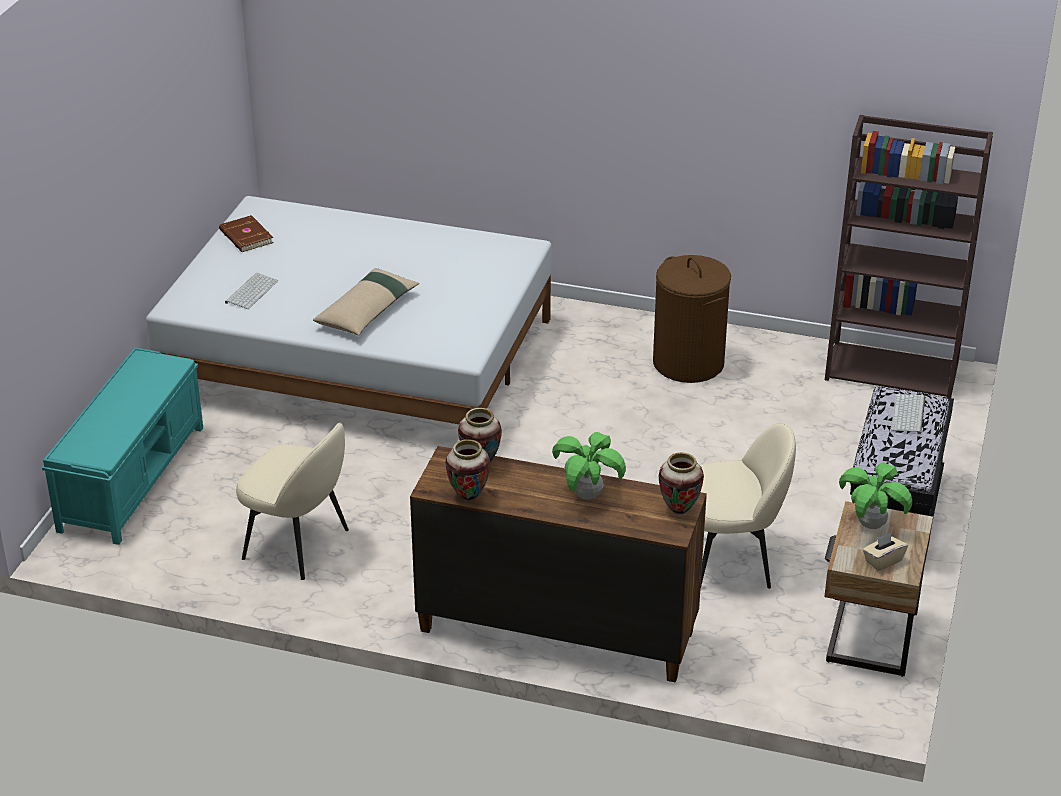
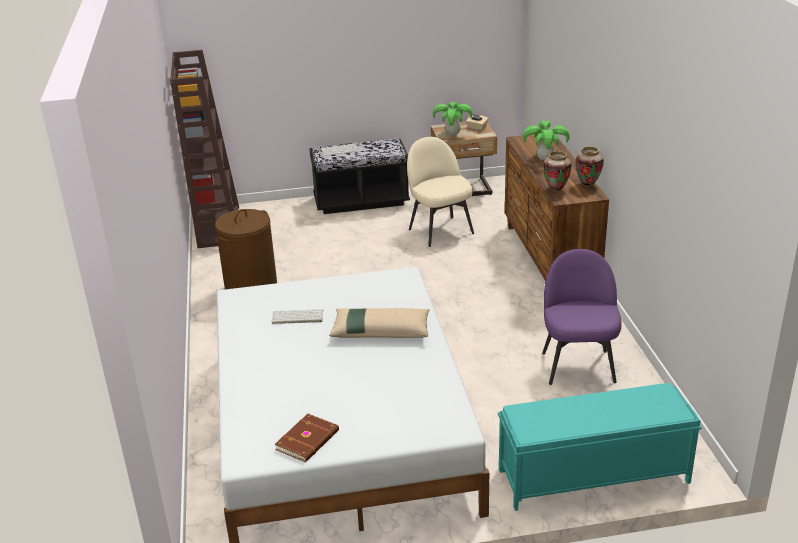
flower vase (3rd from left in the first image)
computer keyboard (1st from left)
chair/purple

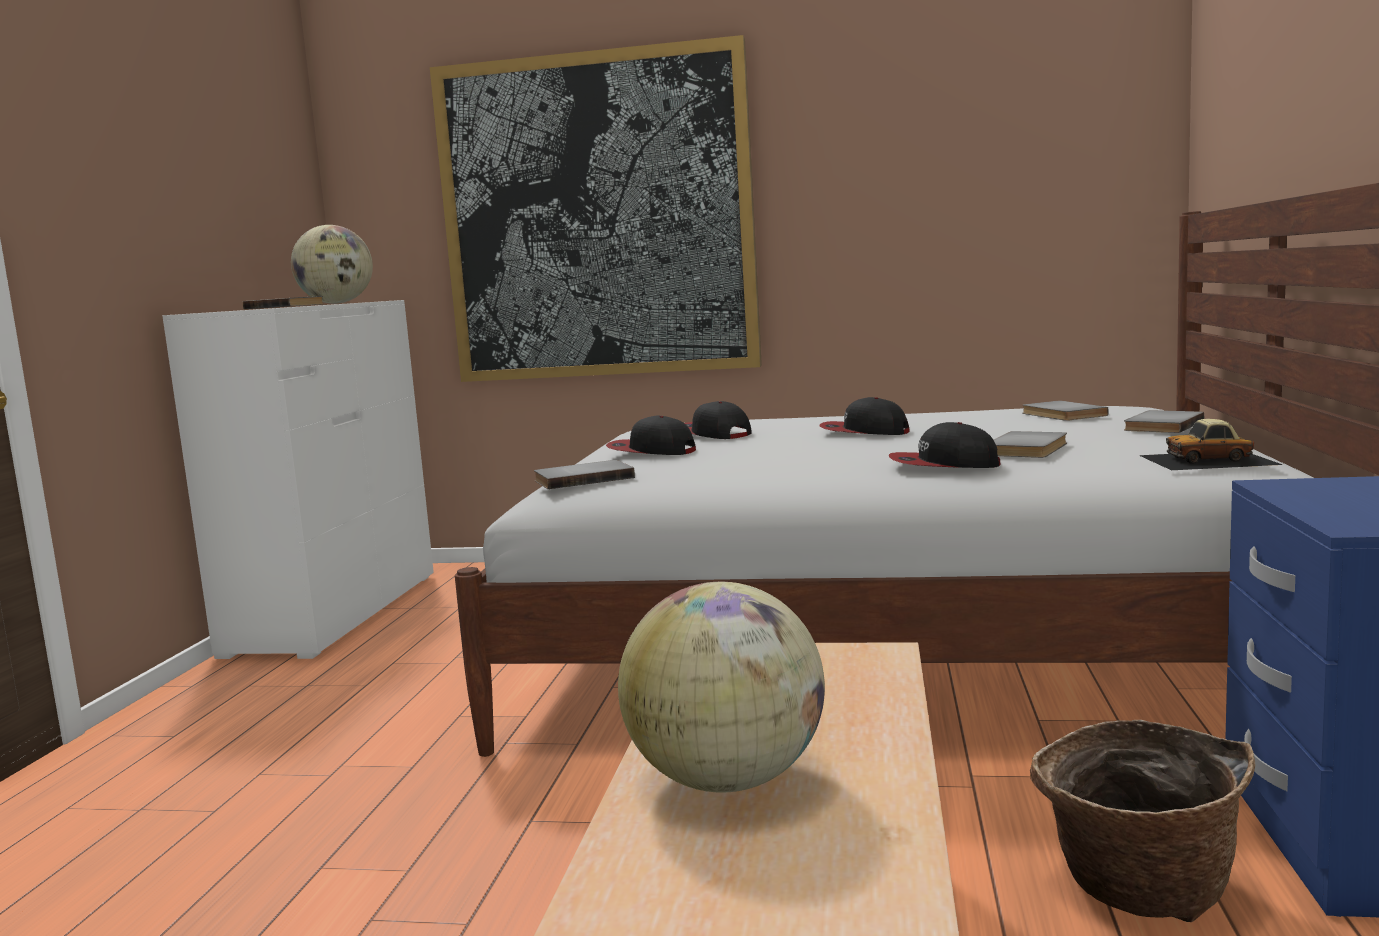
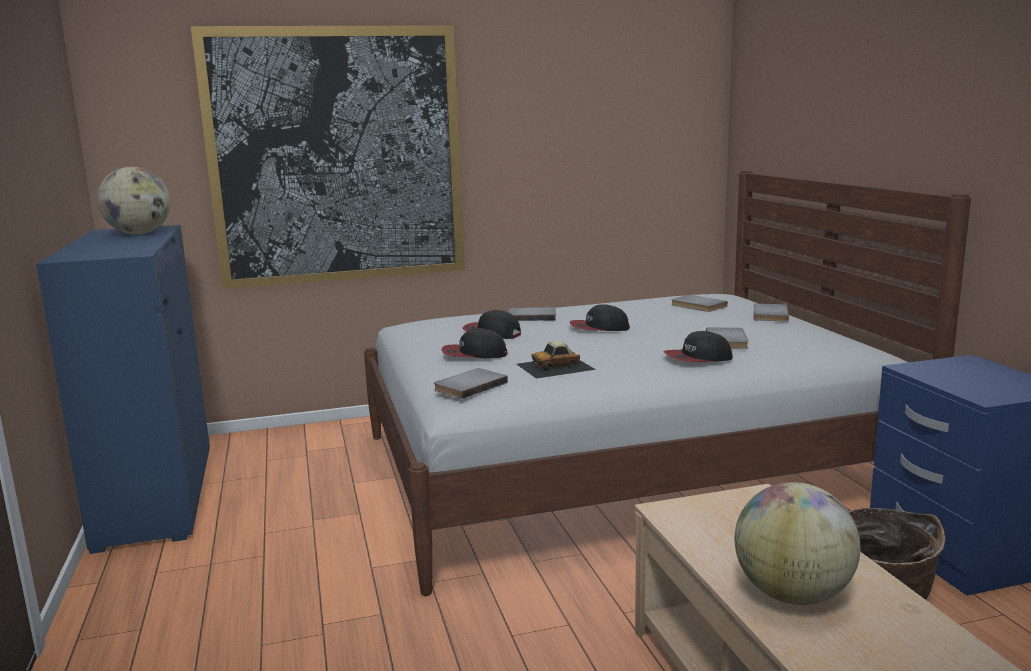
volume/gray (2nd from left)
miniature car
dresser/bluish

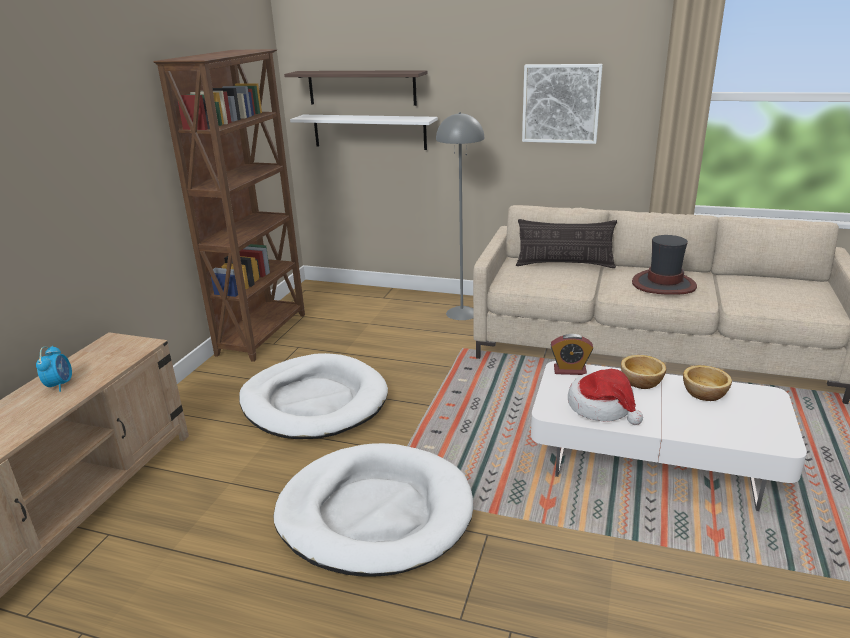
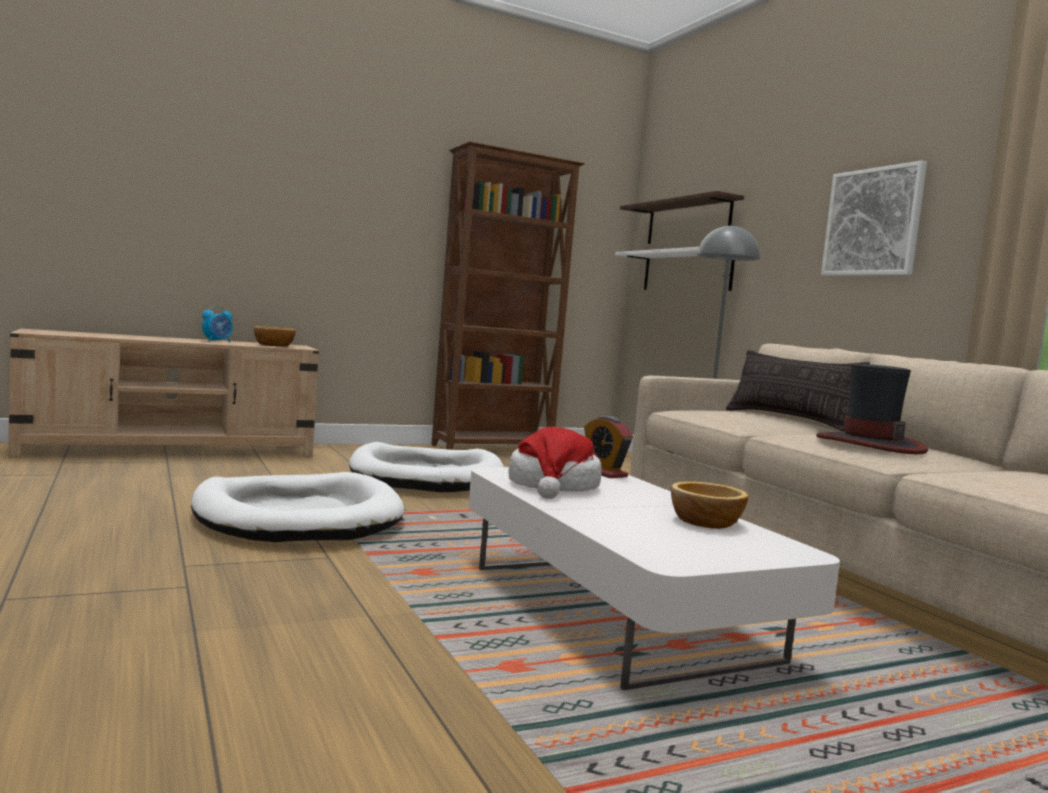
serving bowl (1st from left)

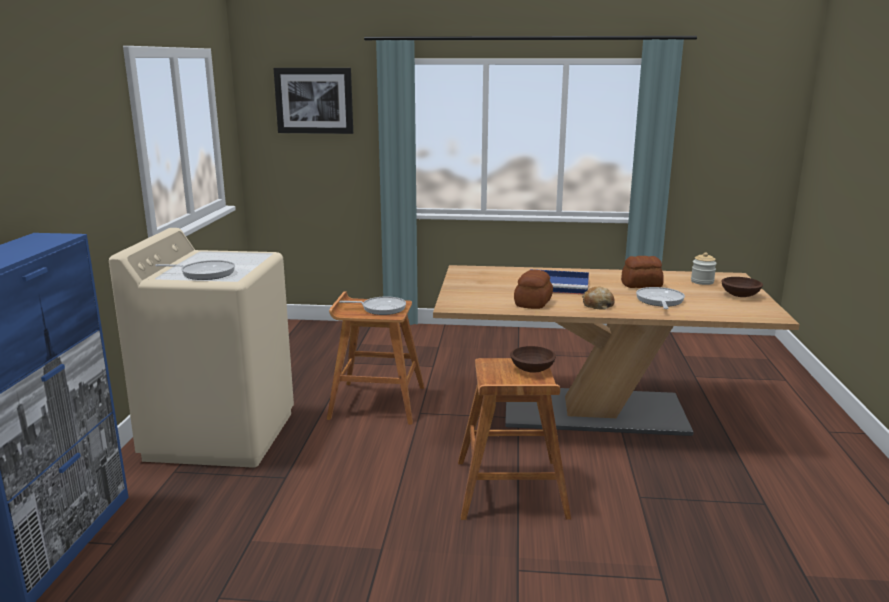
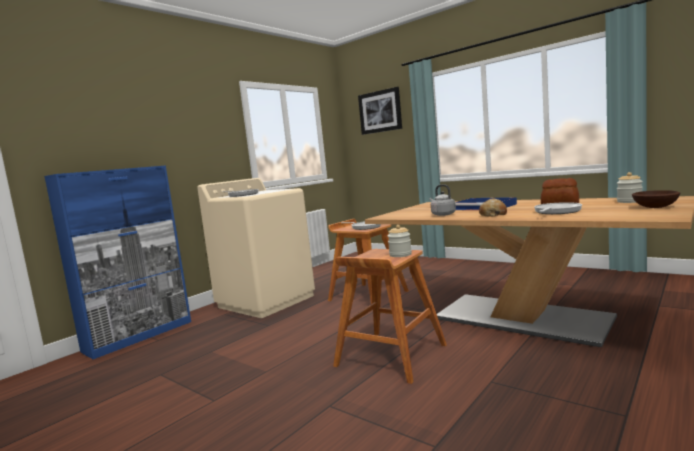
storage jar (1st from left)
kettle/gray

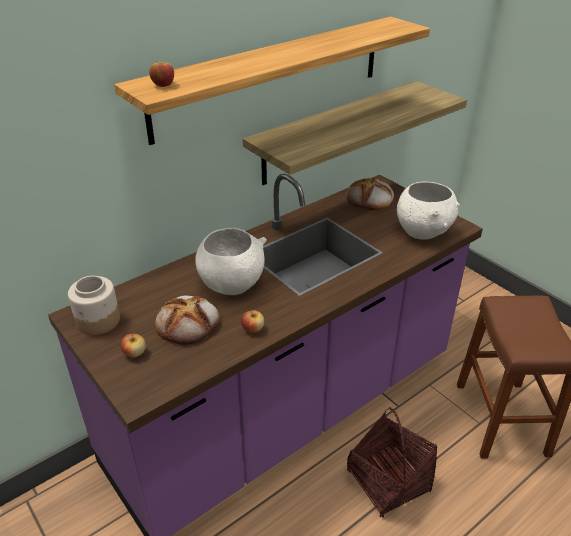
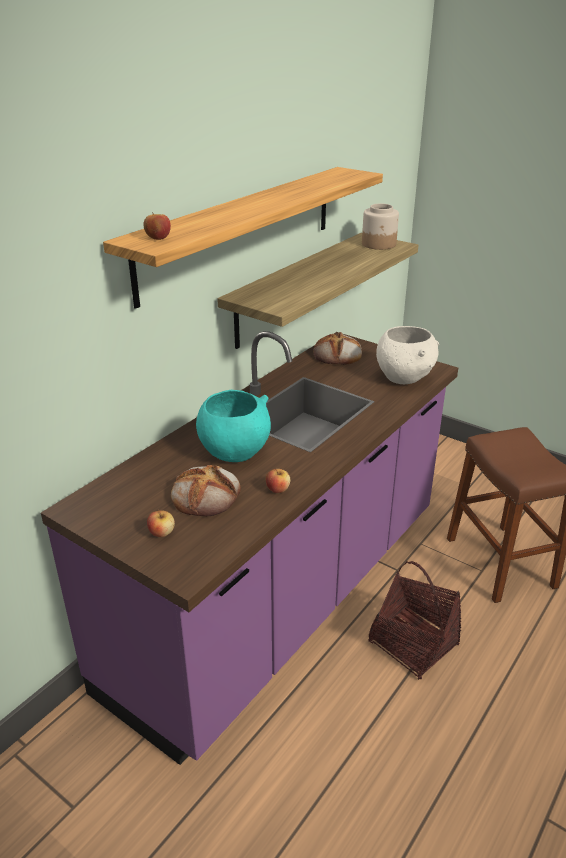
storage jar
serving bowl/turquoise

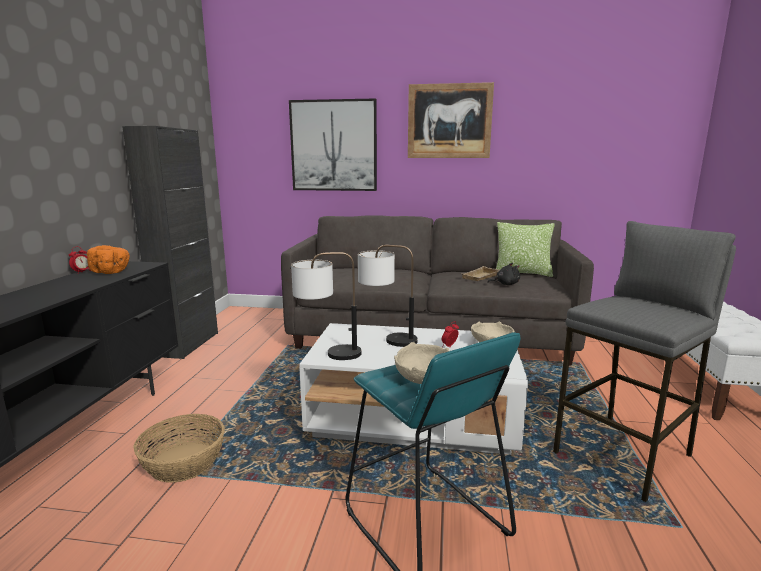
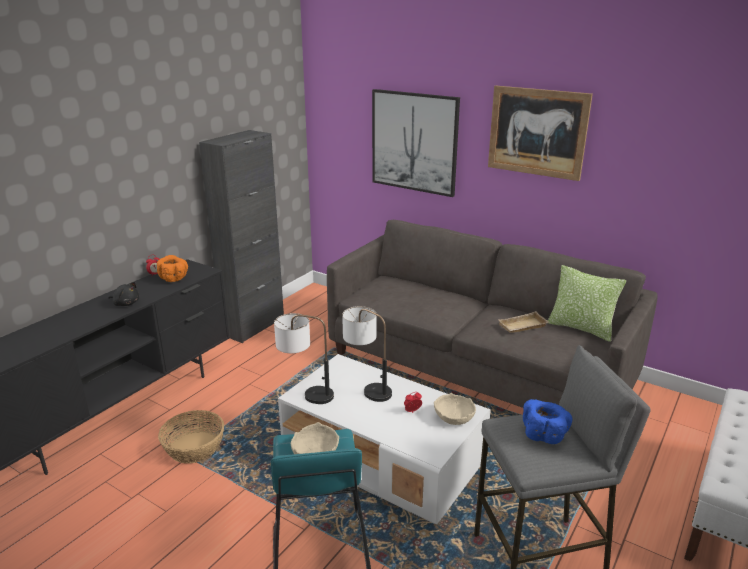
serving bowl/bluish
soft toy/black

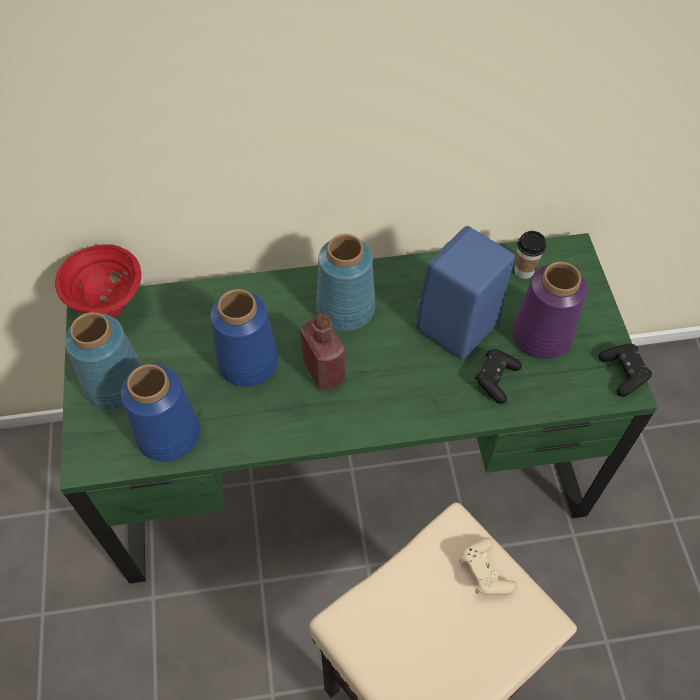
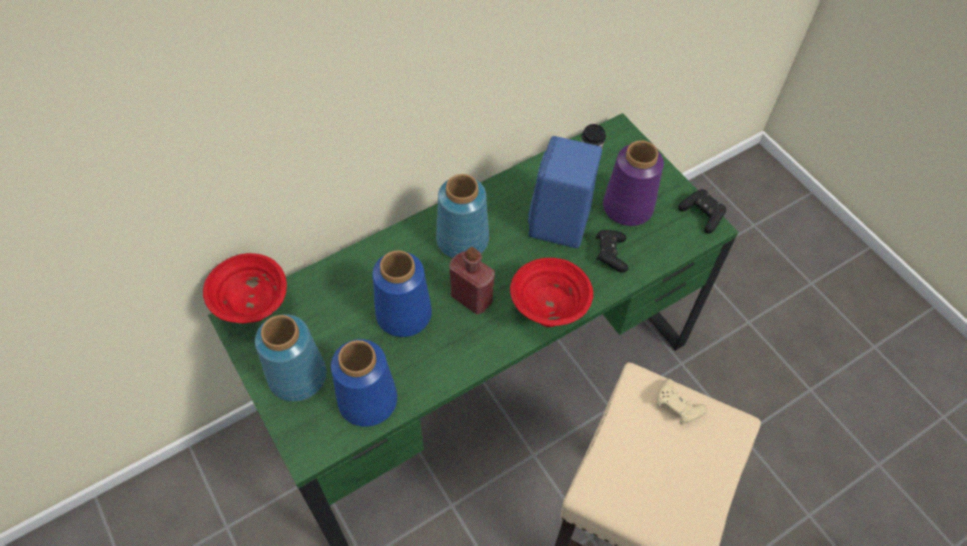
serving bowl/red-coloured (2nd from left)

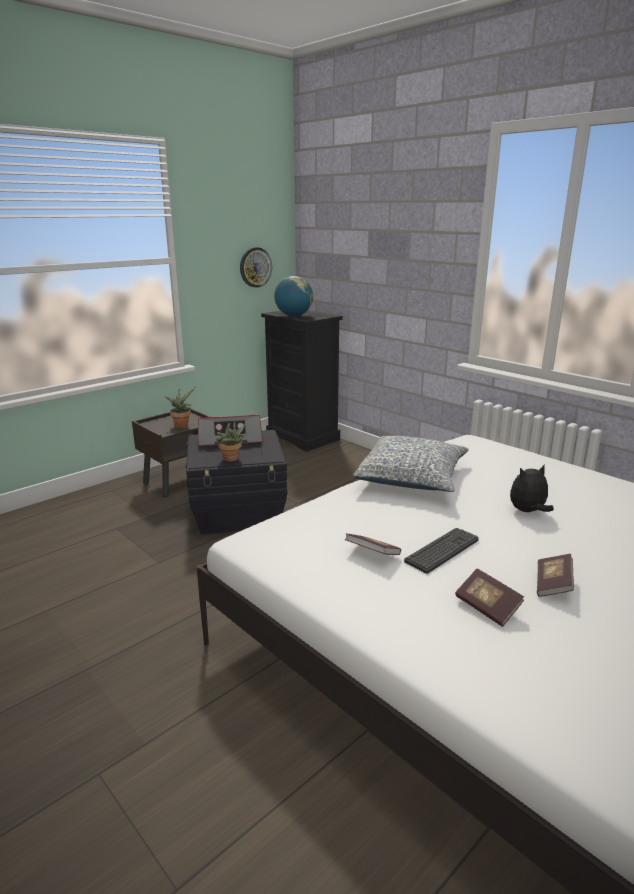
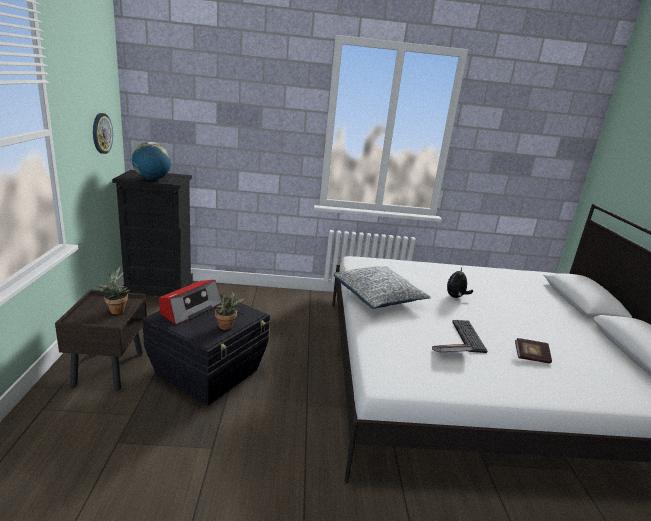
volume (3rd from left in the first image)

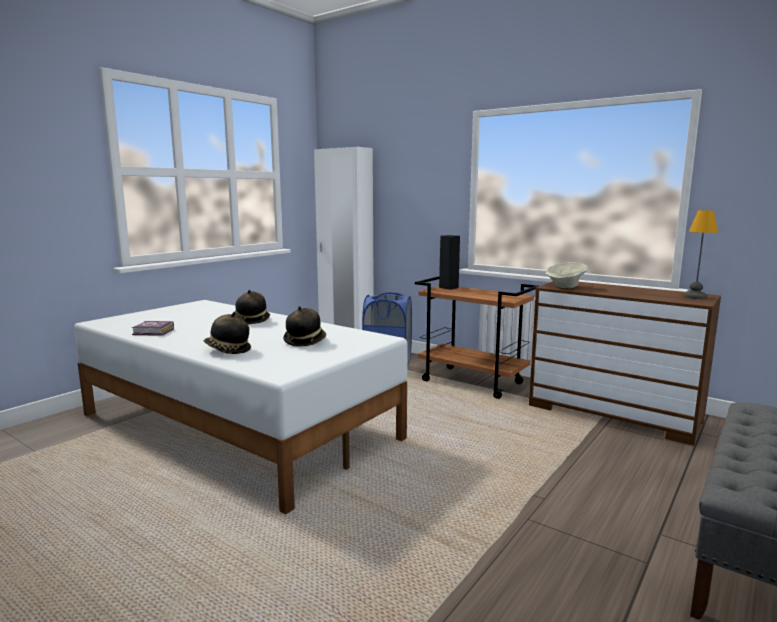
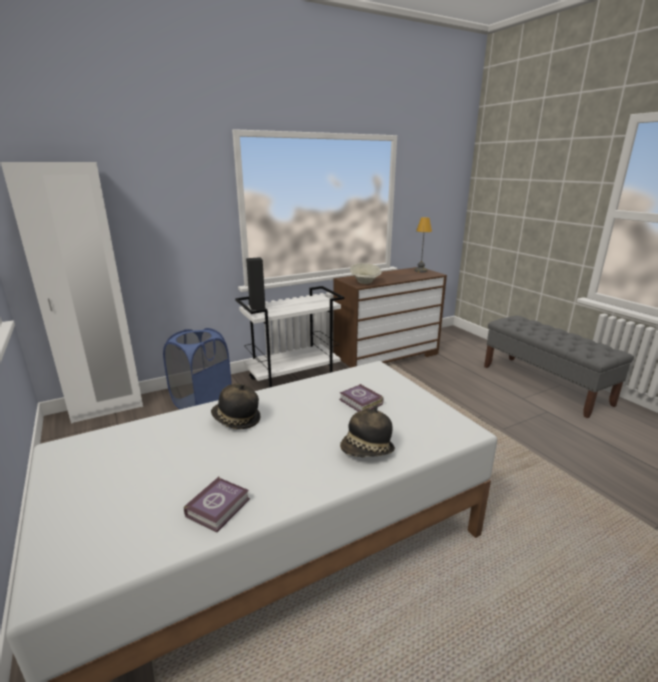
volume (2nd from left)
cart/white

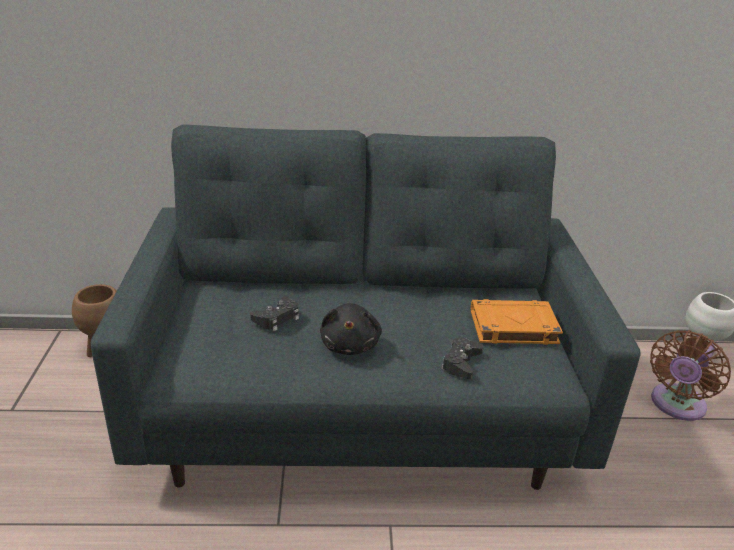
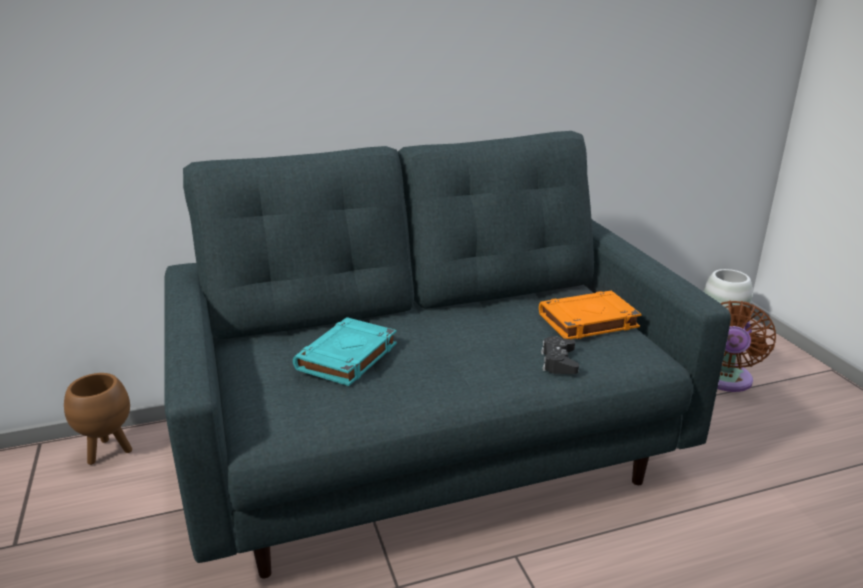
soft toy/black
volume/turquoise

